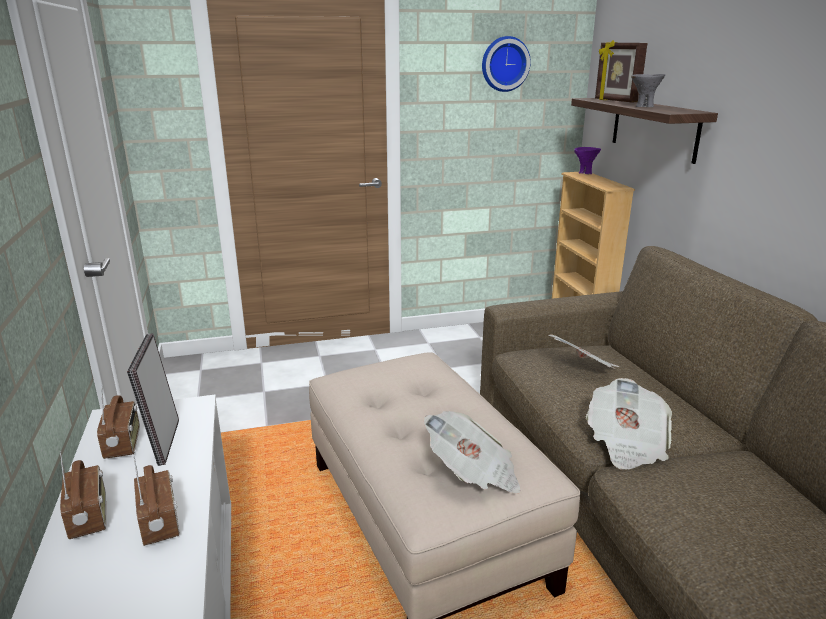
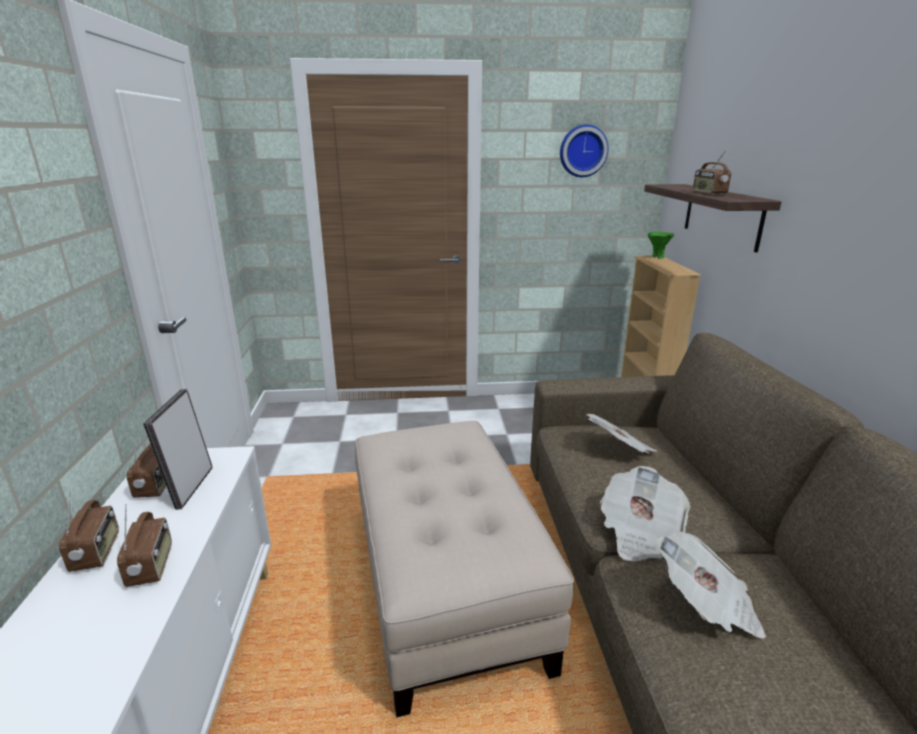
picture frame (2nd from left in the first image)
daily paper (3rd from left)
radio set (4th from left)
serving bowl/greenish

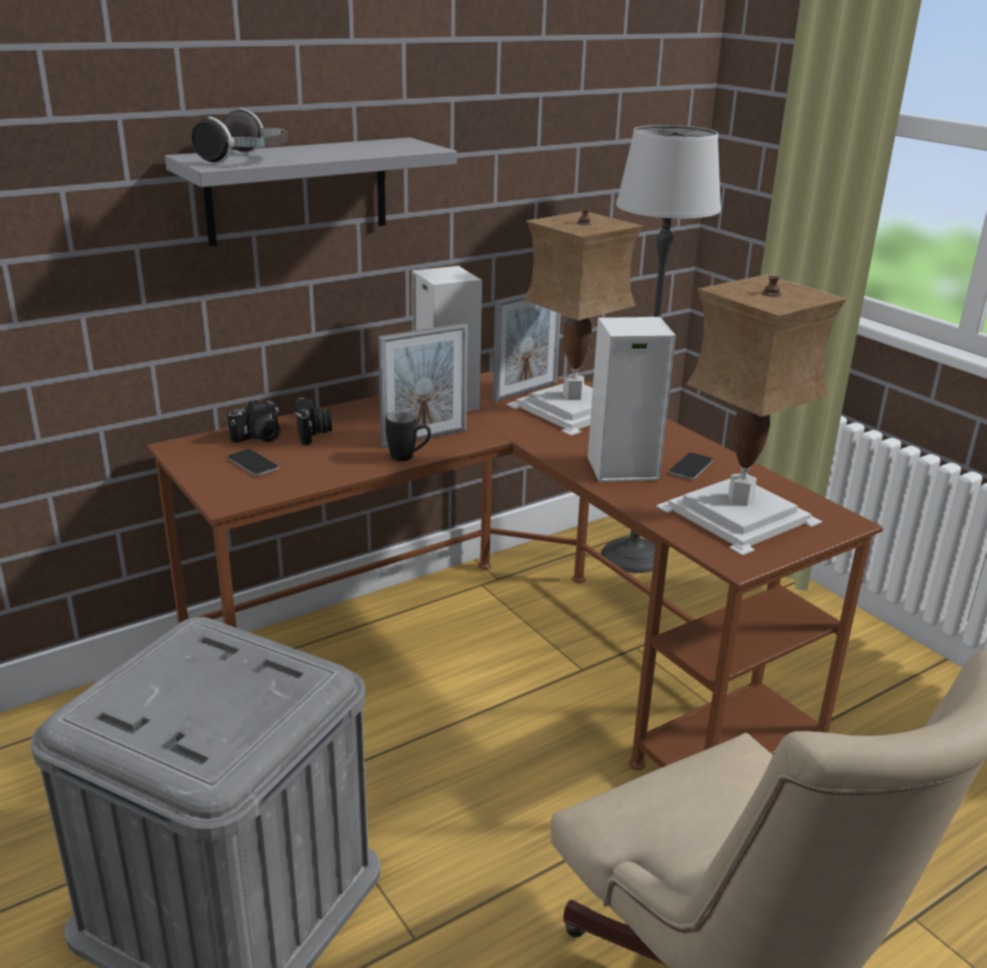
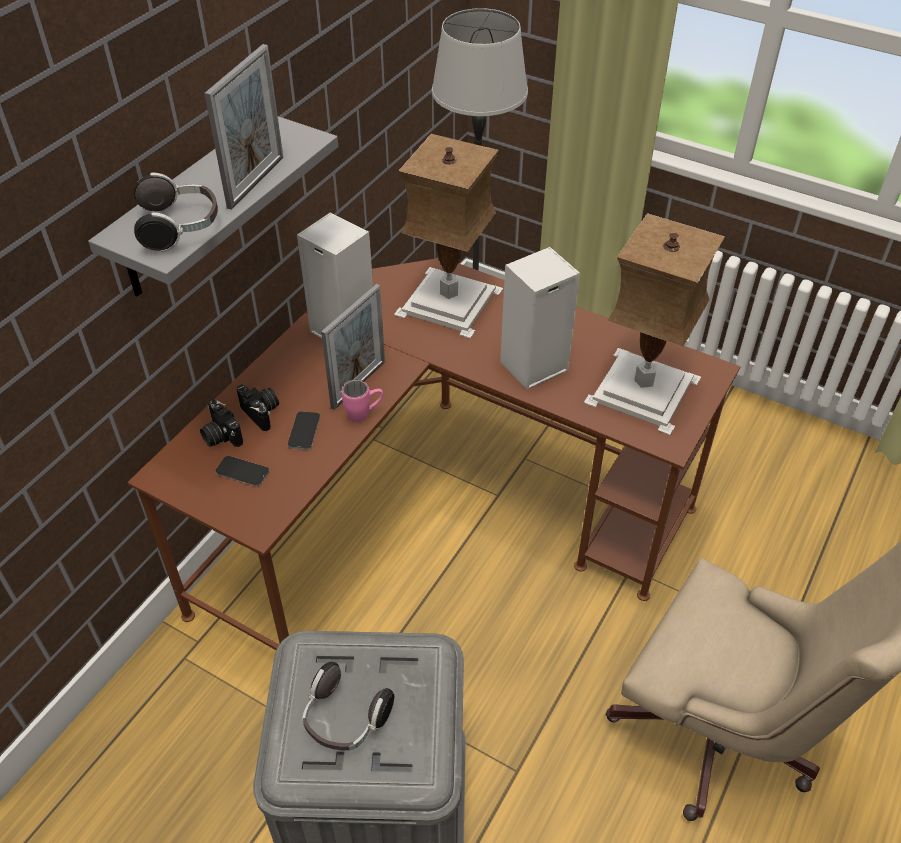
pair of headphones (2nd from left)
picture frame (1st from left)
handset (2nd from left)
coffee mug/pink-coloured
photo camera (1st from left)

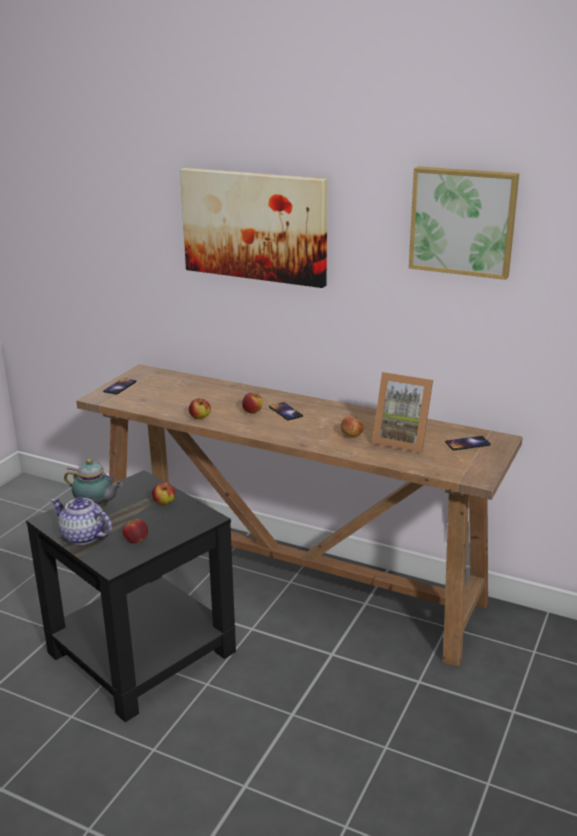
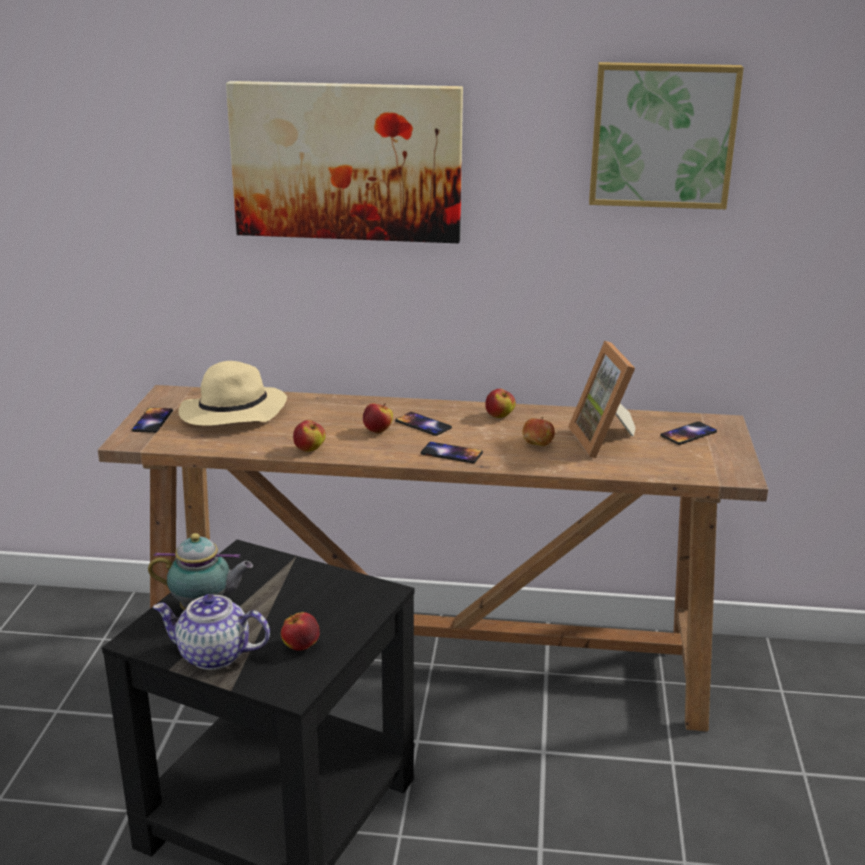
wearable hat/beige
handset (3rd from left)
whole apple (4th from left)
picture frame

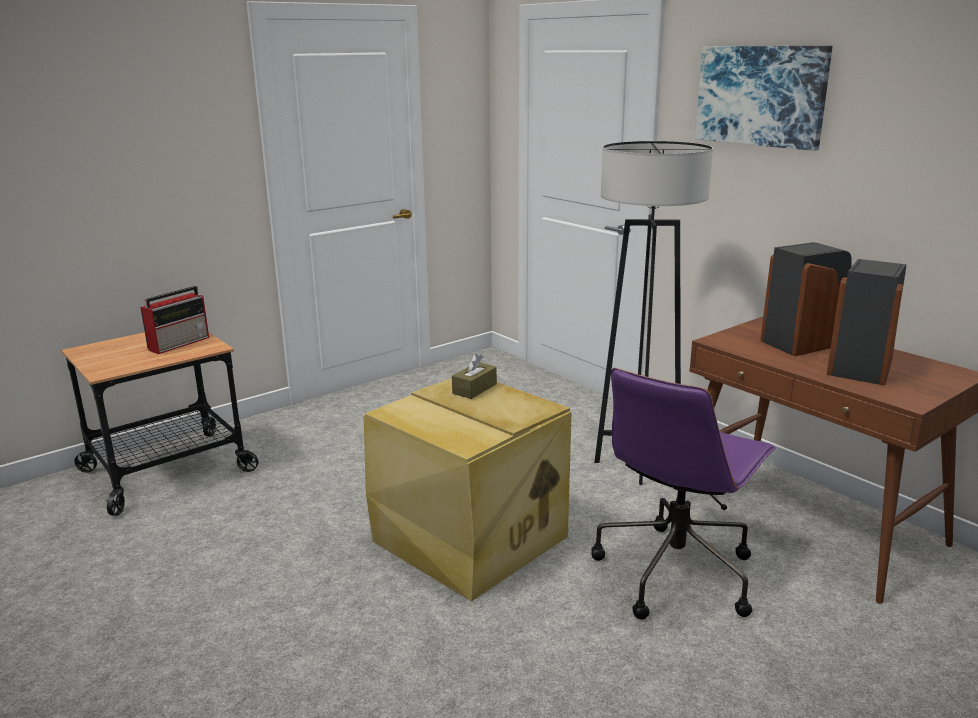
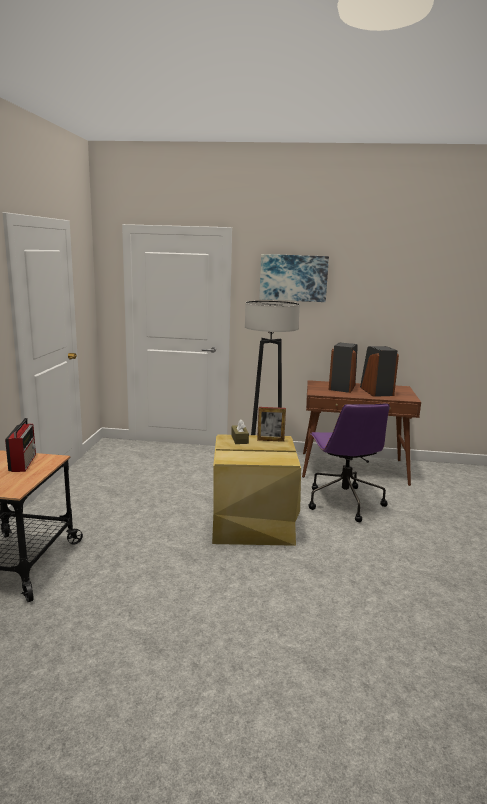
picture frame

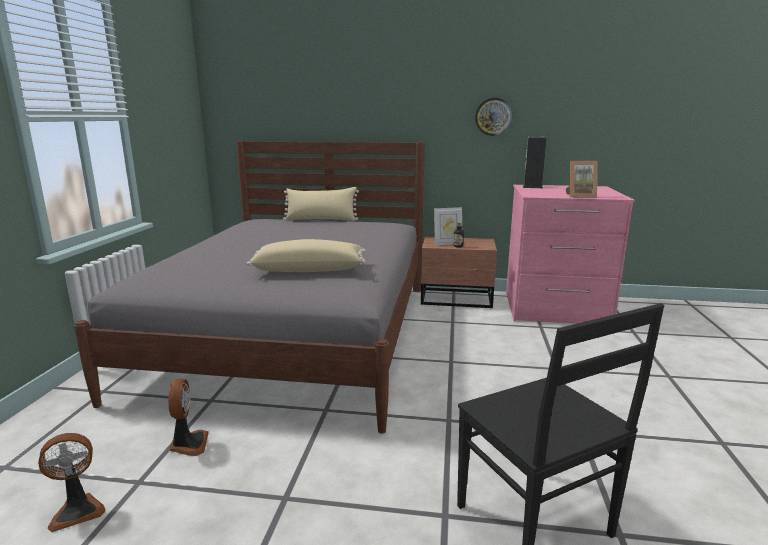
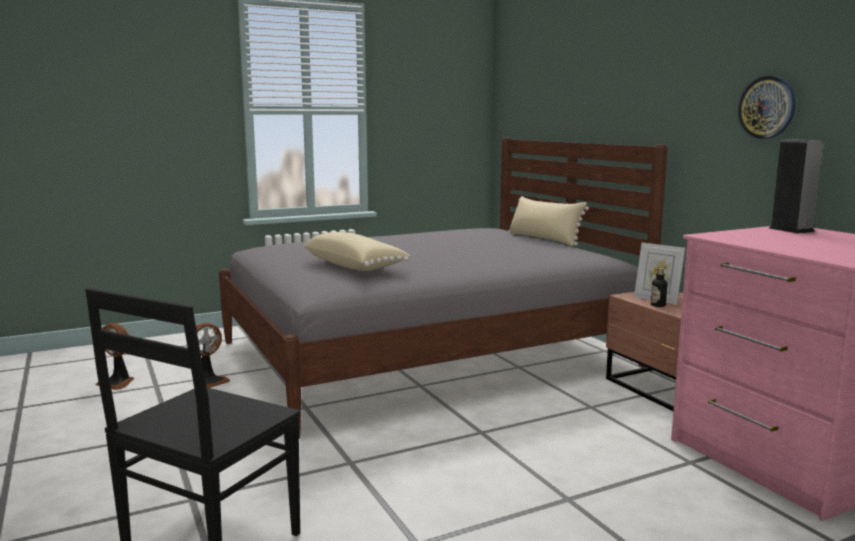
picture frame (2nd from left in the first image)

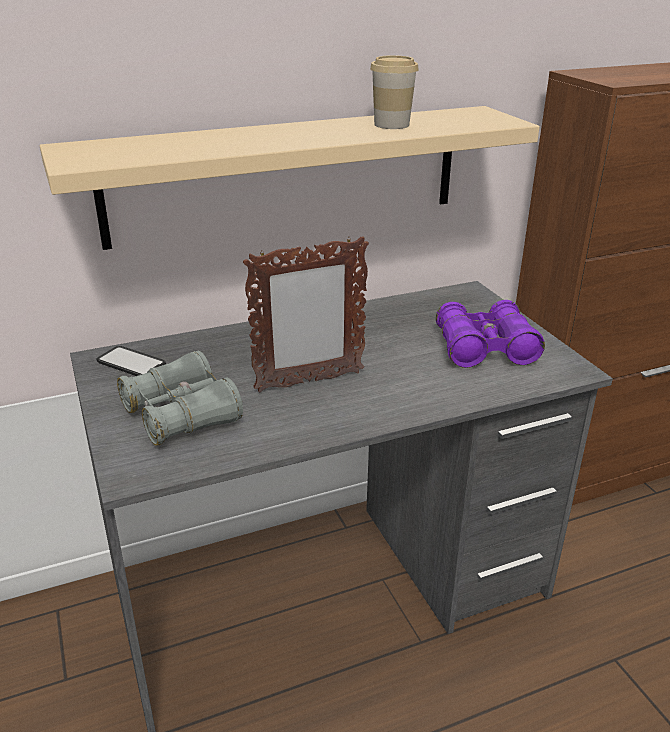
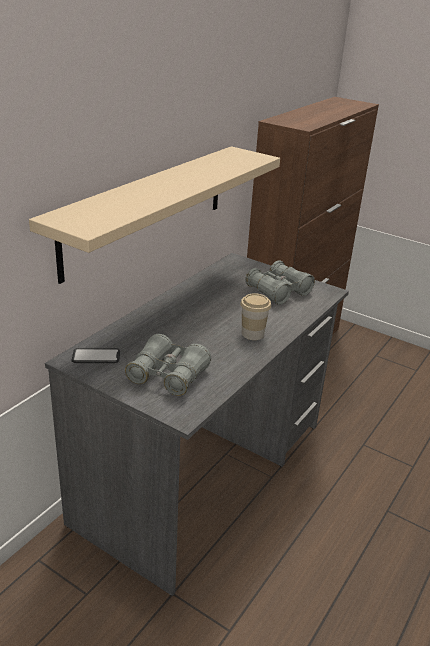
picture frame
drinking cup
binoculars/gray (2nd from left)

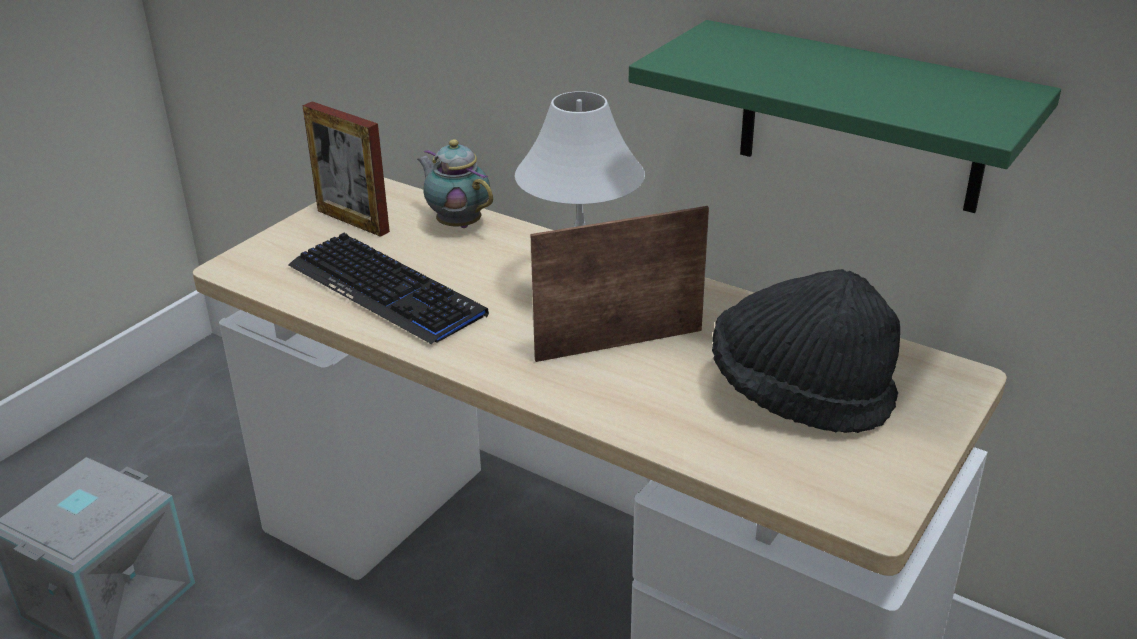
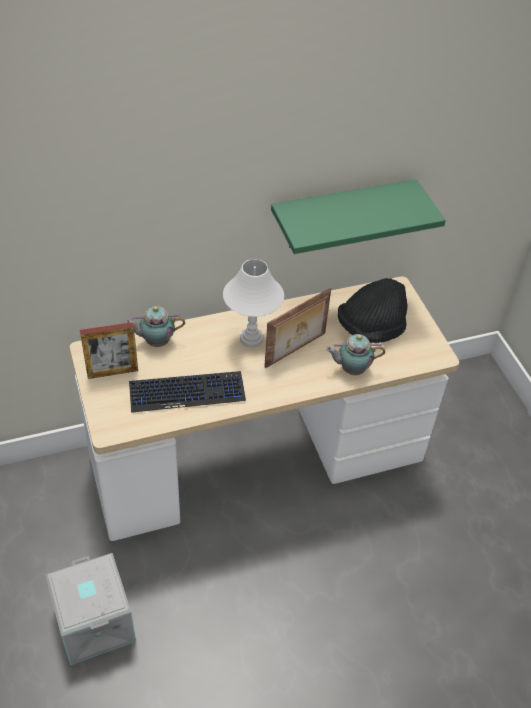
pot for tea (2nd from left)
picture frame (2nd from left)

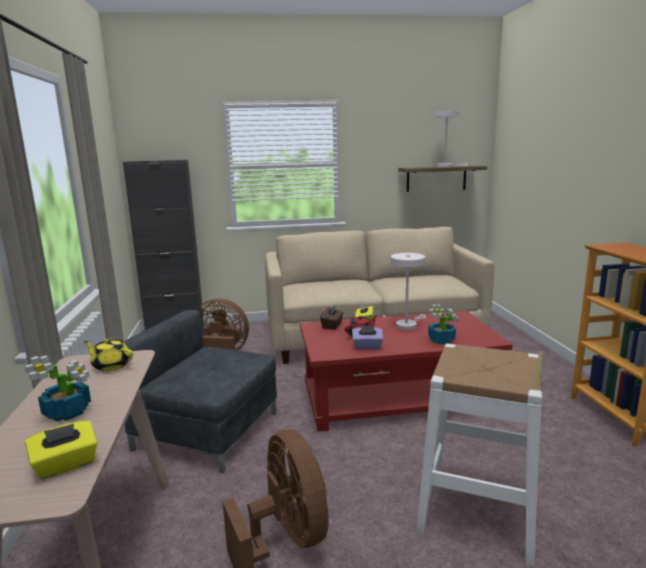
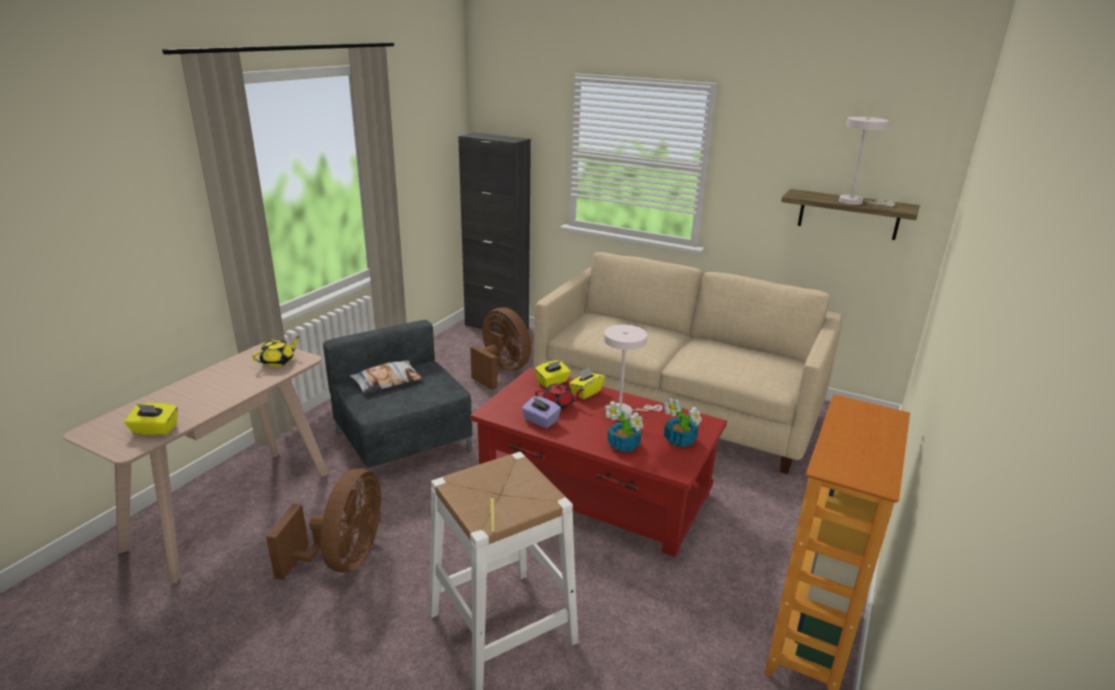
pillow
potted plant (2nd from left)
tissue box/yellow (2nd from left)
pot for tea/yellow

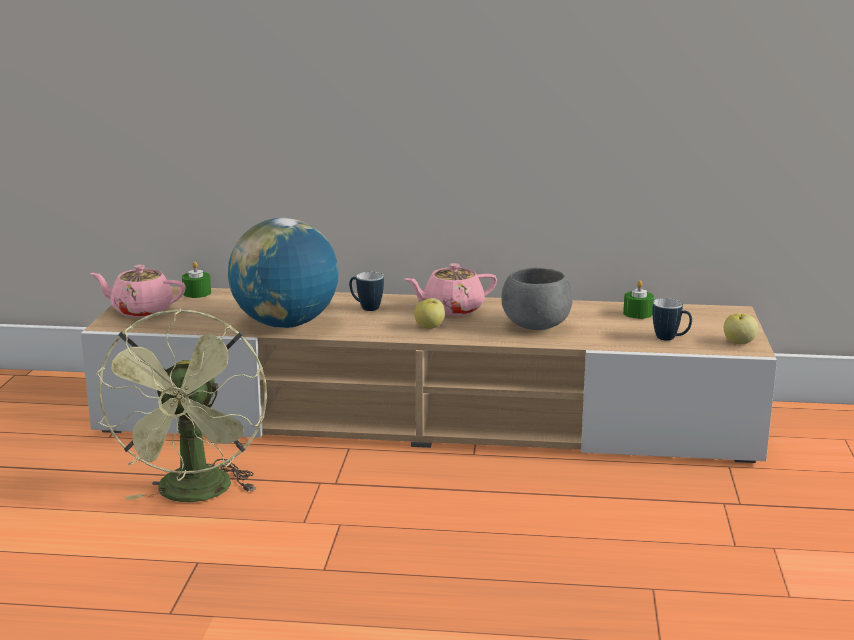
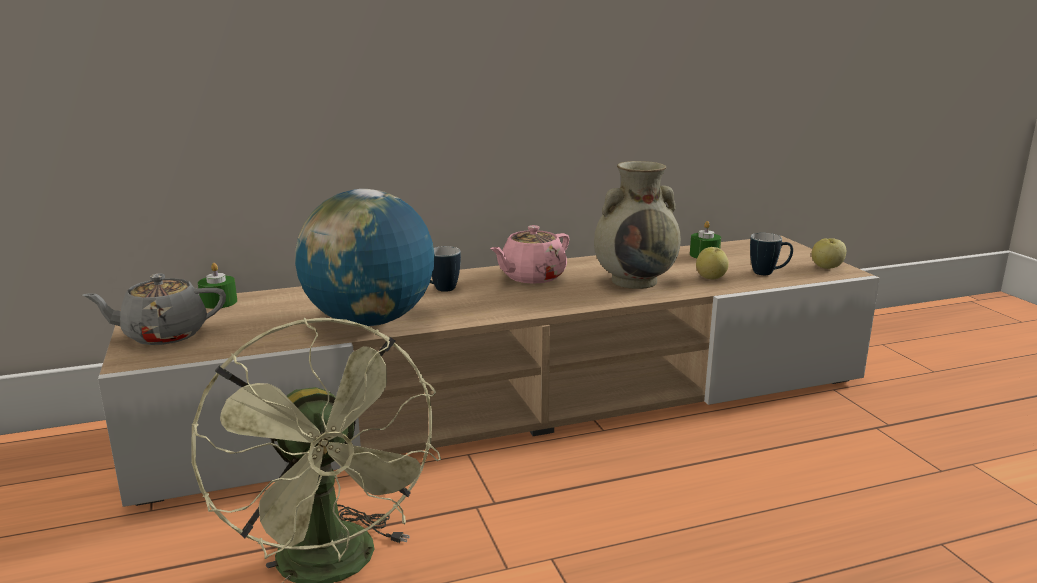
whole apple (1st from left)
flower vase/beige
pot for tea/gray

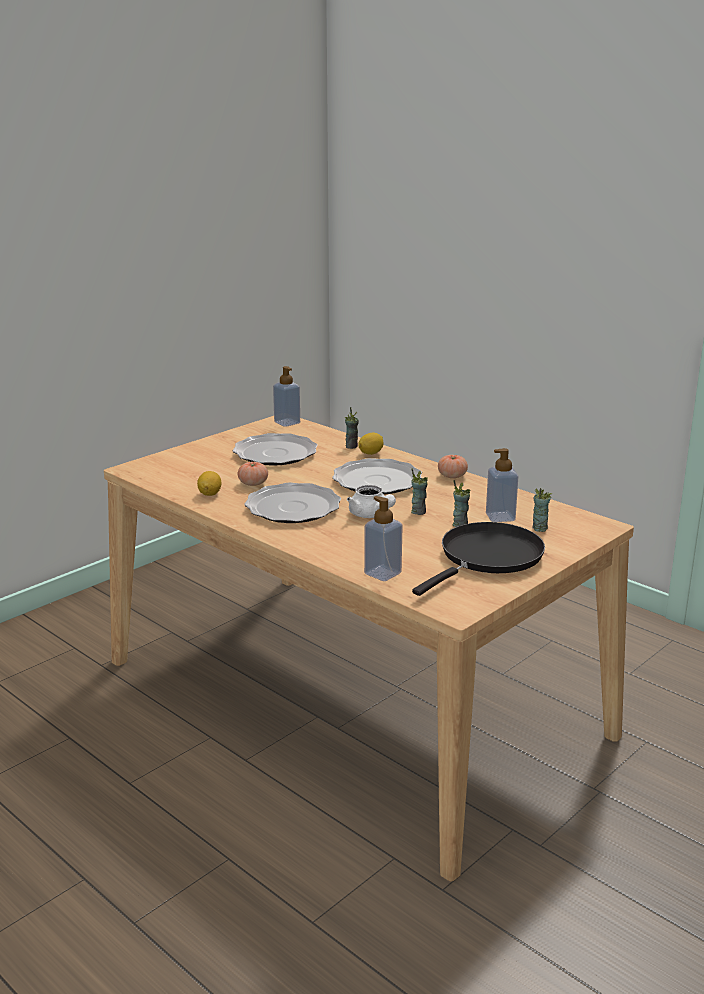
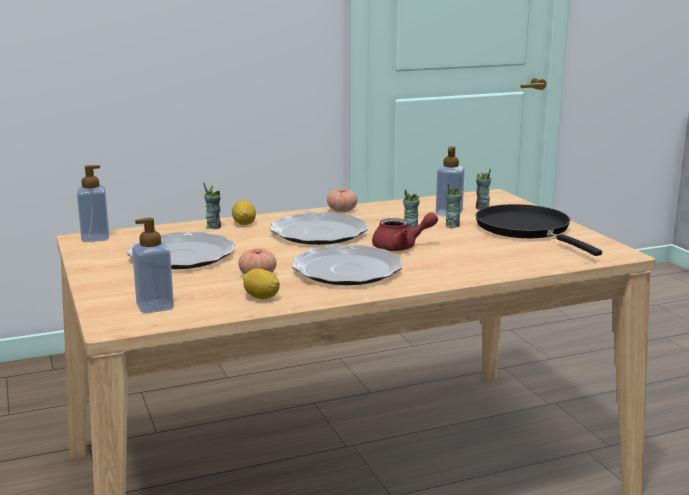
soap bottle (2nd from left)
pot for tea/red-coloured

